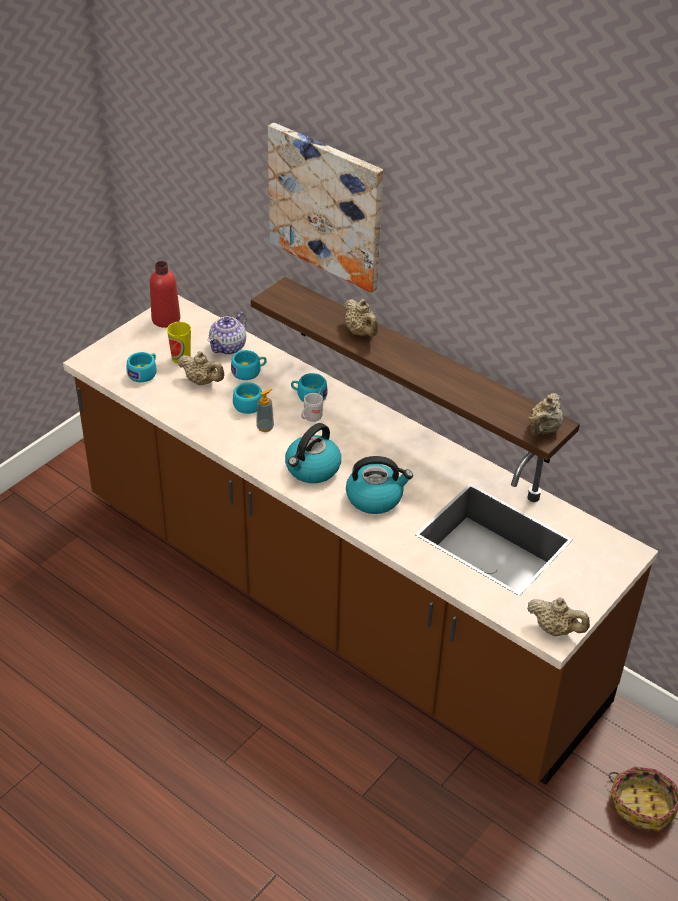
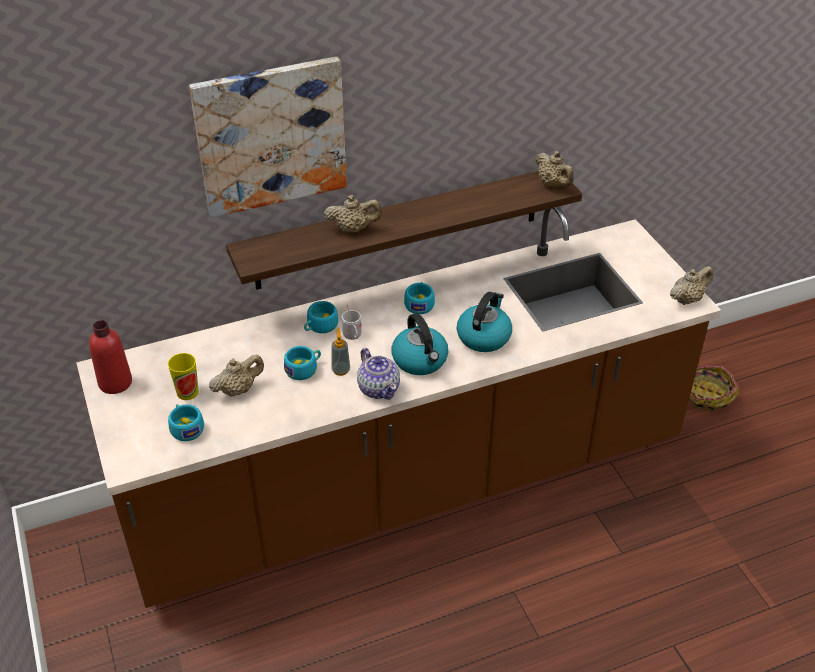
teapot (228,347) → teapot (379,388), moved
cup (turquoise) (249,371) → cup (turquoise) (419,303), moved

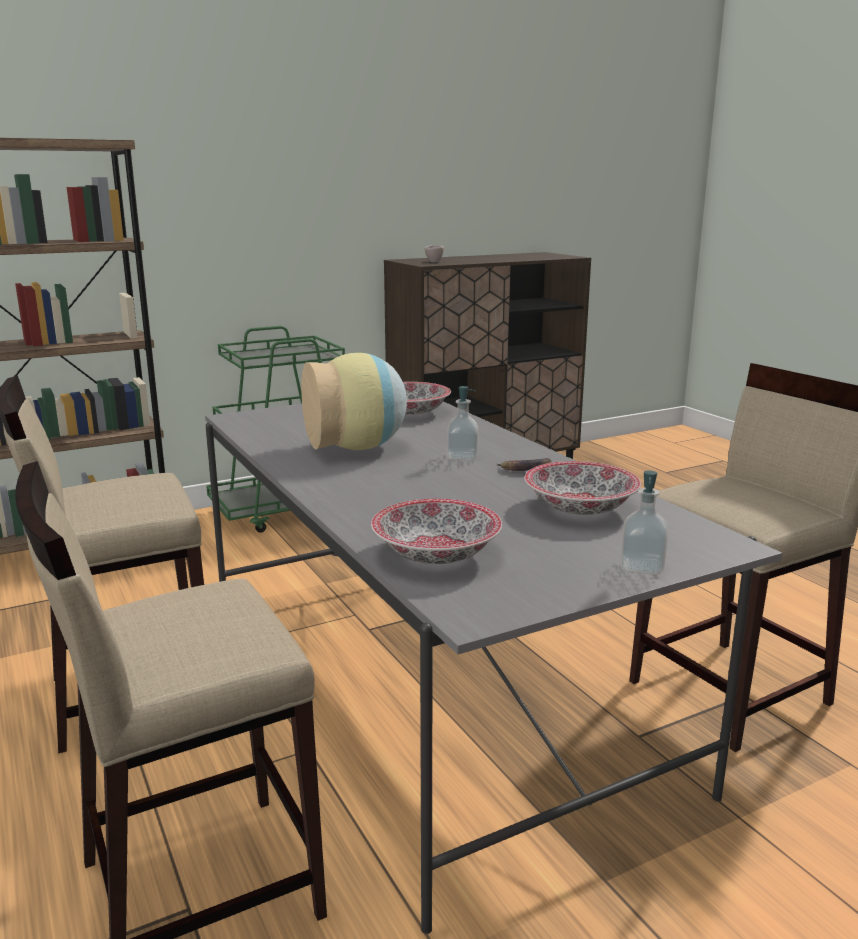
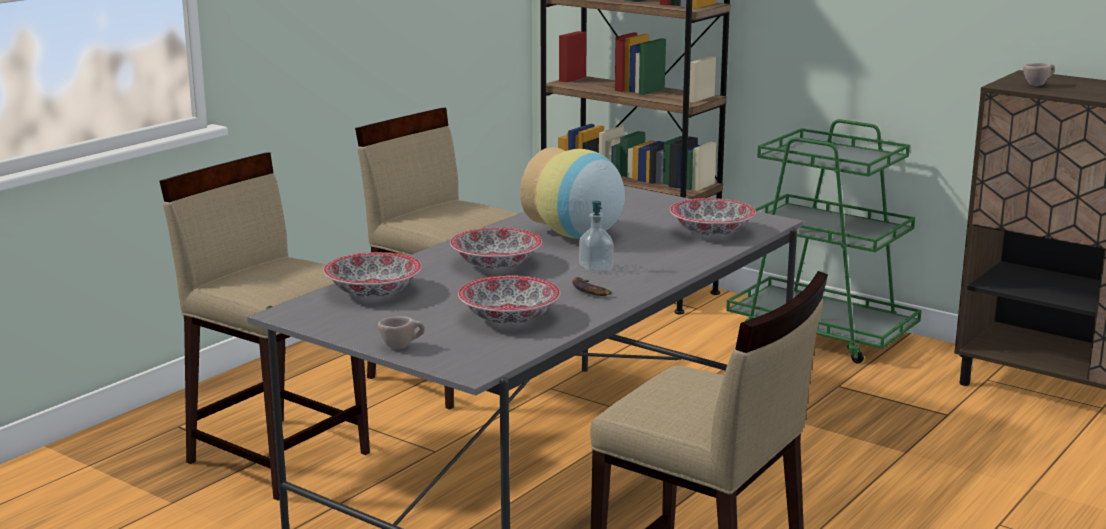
soap dispenser (642,567) → cup (beige) (402,347)
- → bowl (496,264)

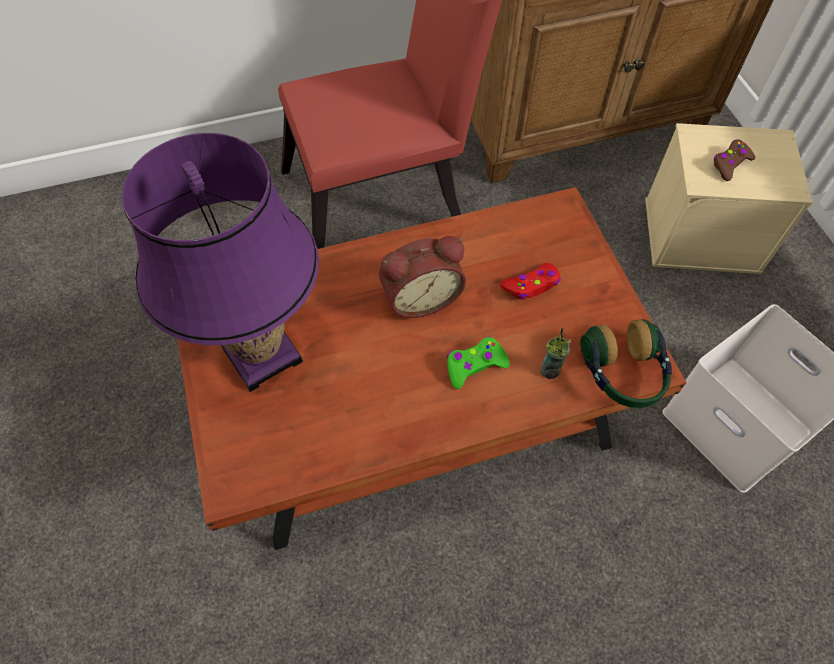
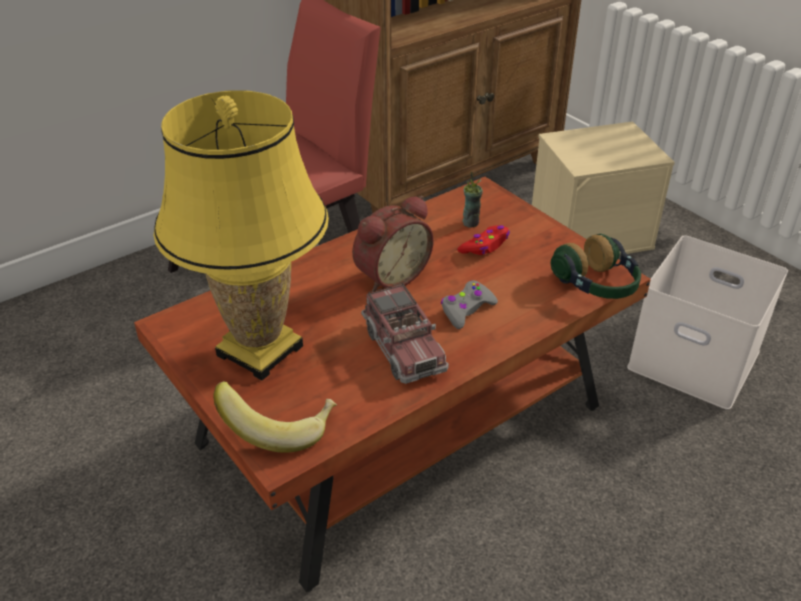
table lamp (purple) (263,355) → table lamp (yellow) (260,350)
game controller (brown) (730,164) → -
cup (550,370) → cup (471,222), moved
game controller (green) (474,365) → game controller (grey) (466,310)
- → toy truck (403,348)
- → banana (280,428)

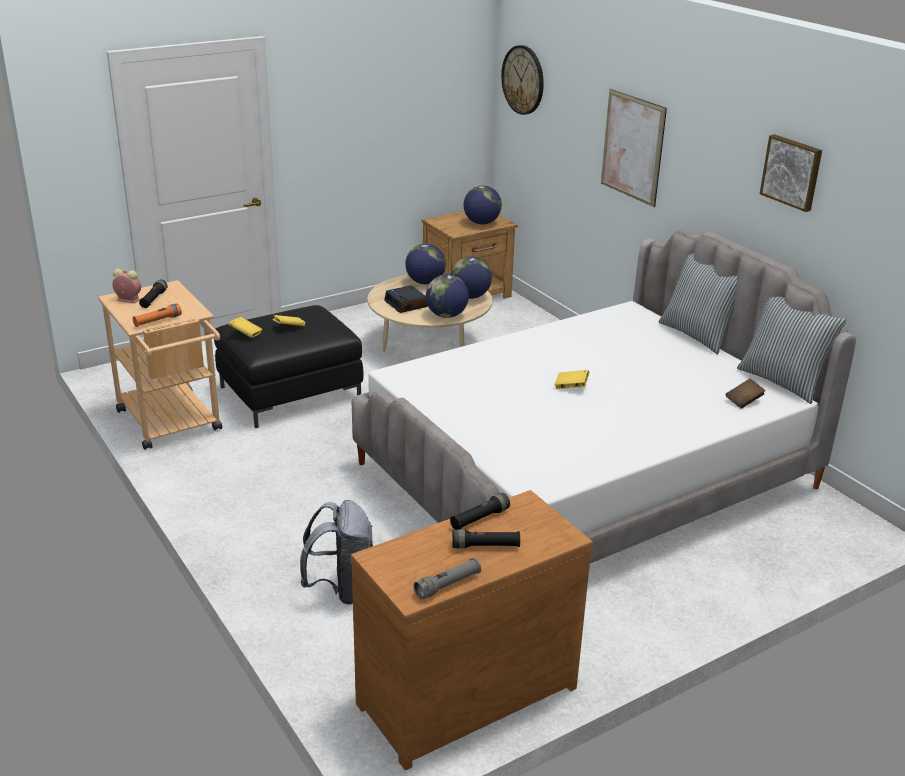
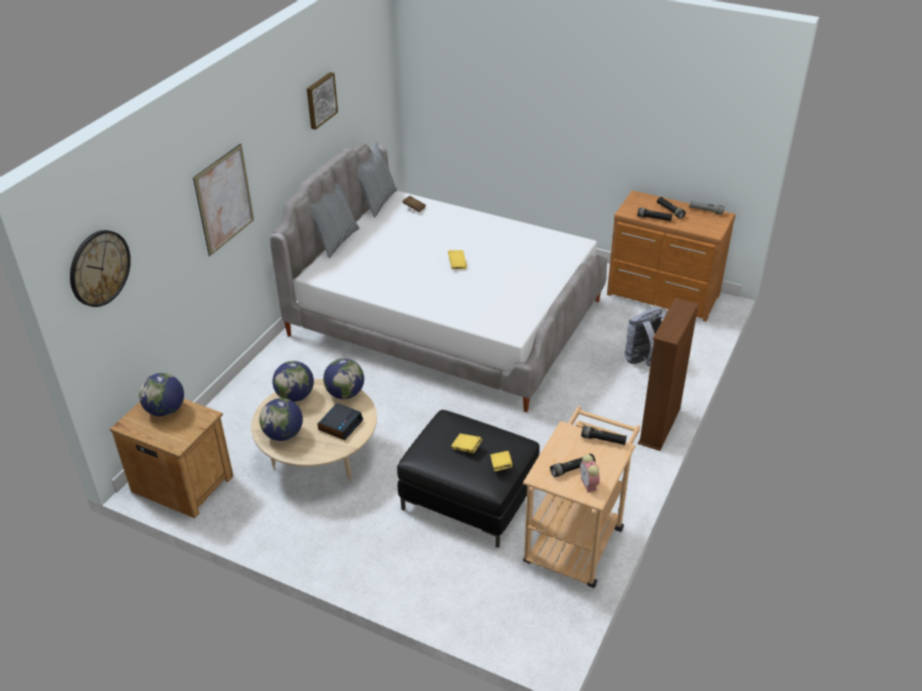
flashlight (orange) (157,321) → flashlight (black) (603,440)
- → bookcase (brown) (659,426)

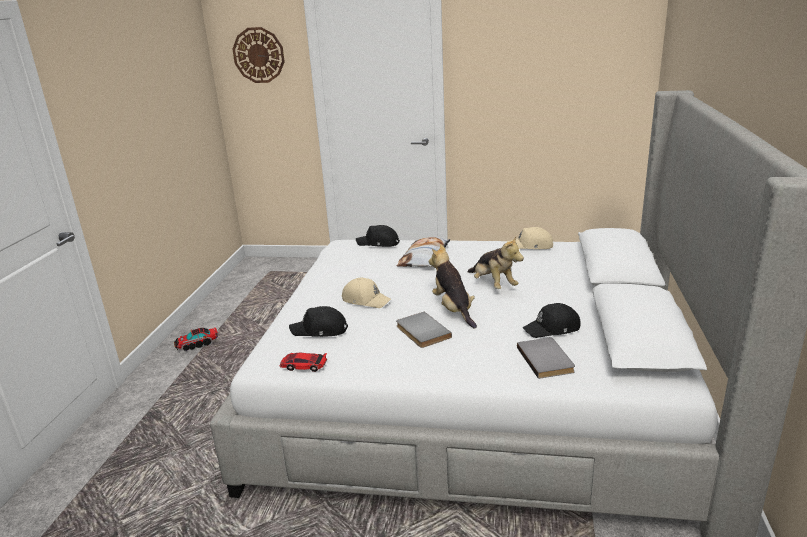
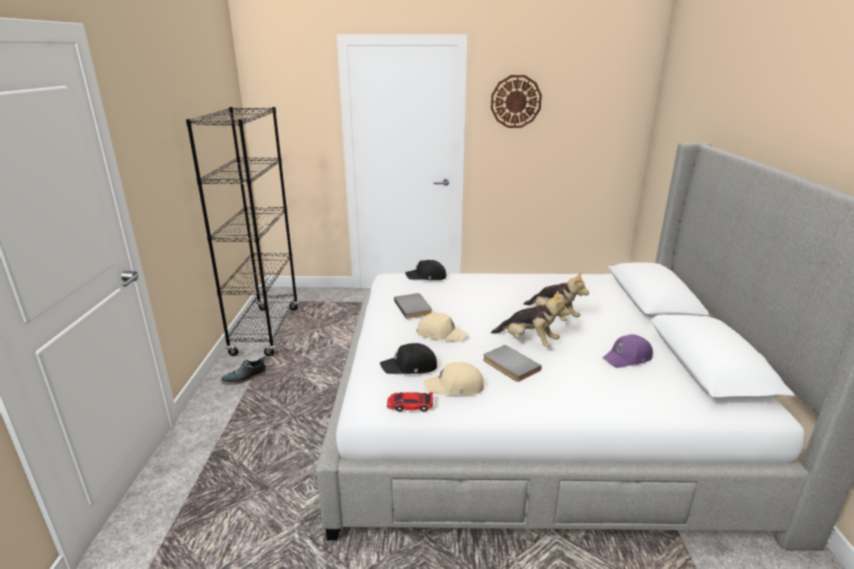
wall clock (258,55) → wall clock (515,101), moved
cap (beige) (531,246) → cap (beige) (455,387), moved
pillow (425,258) → -
plush toy (453,310) → plush toy (528,342), 150 degrees clockwise
cap (black) (552,329) → cap (purple) (627,358)
toy truck (197,344) → shoe (244,377)
book (grey) (547,359) → book (grey) (414,307), moved
- → bookcase (black) (266,331)

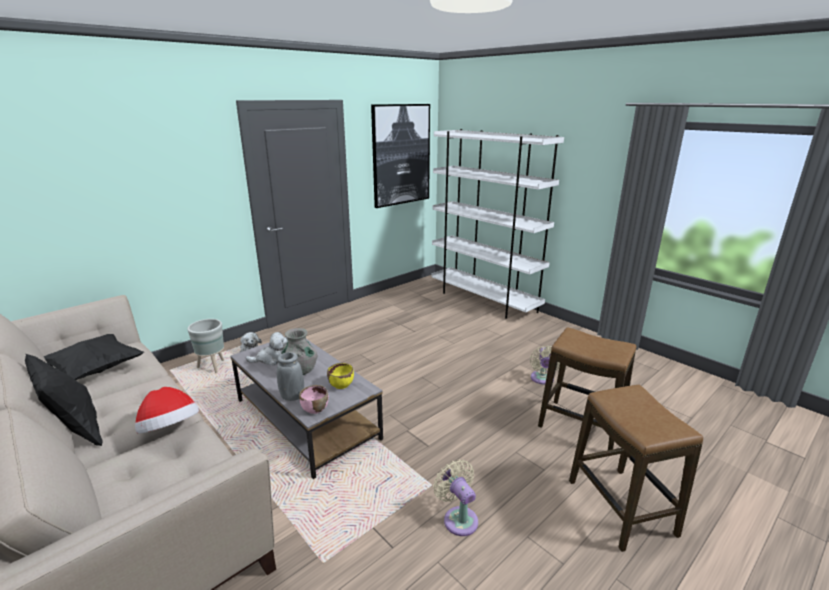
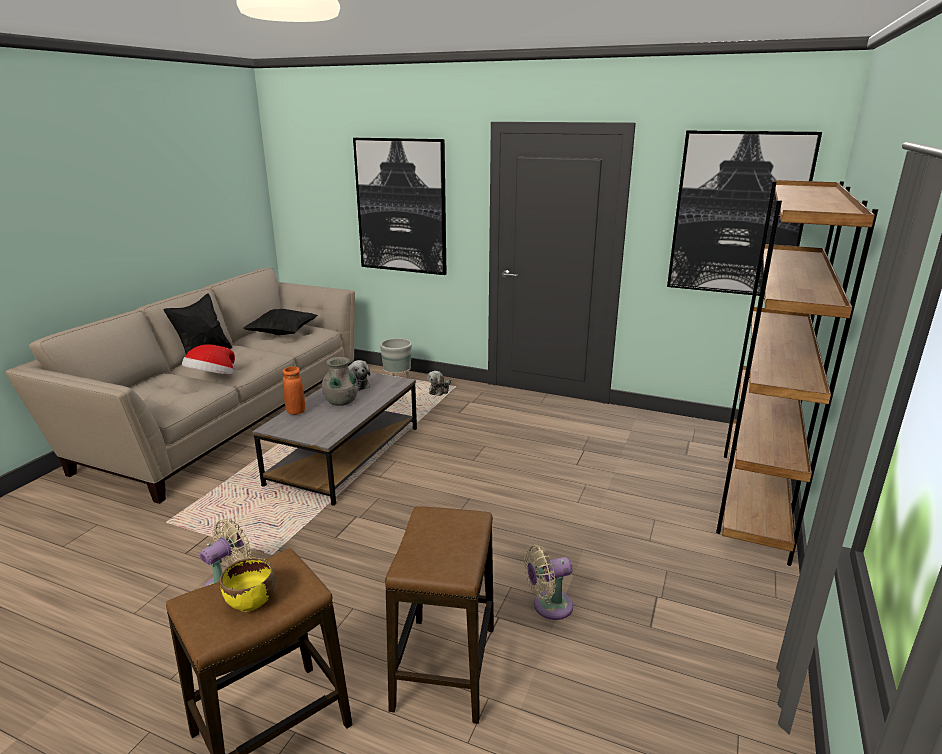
bookcase (white) (484,300) → bookcase (brown) (753,498)
vase (grey) (292,397) → vase (orange) (296,411)
bowl (yellow) (341,384) → bowl (yellow) (251,601), moved
bowl (pink) (315,409) → -
- → picture (401,206)

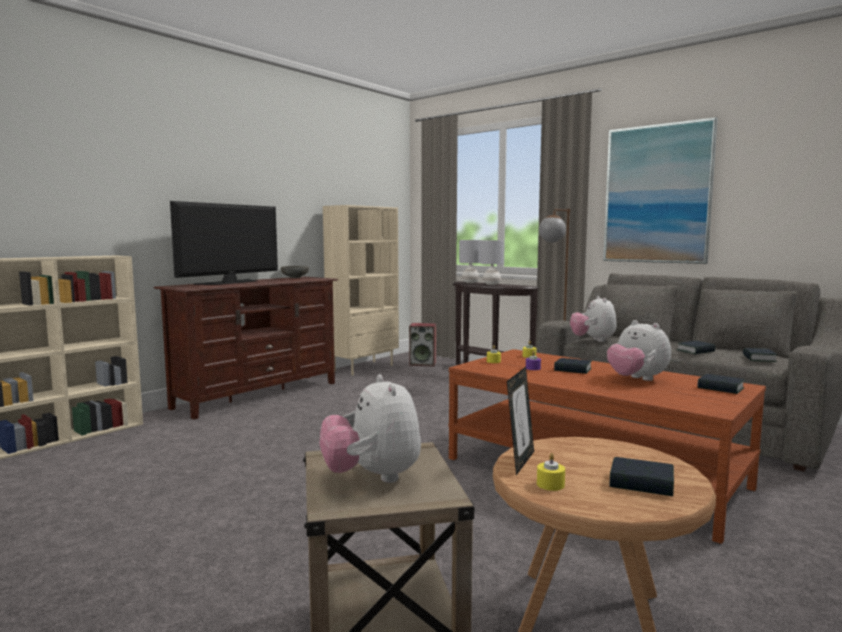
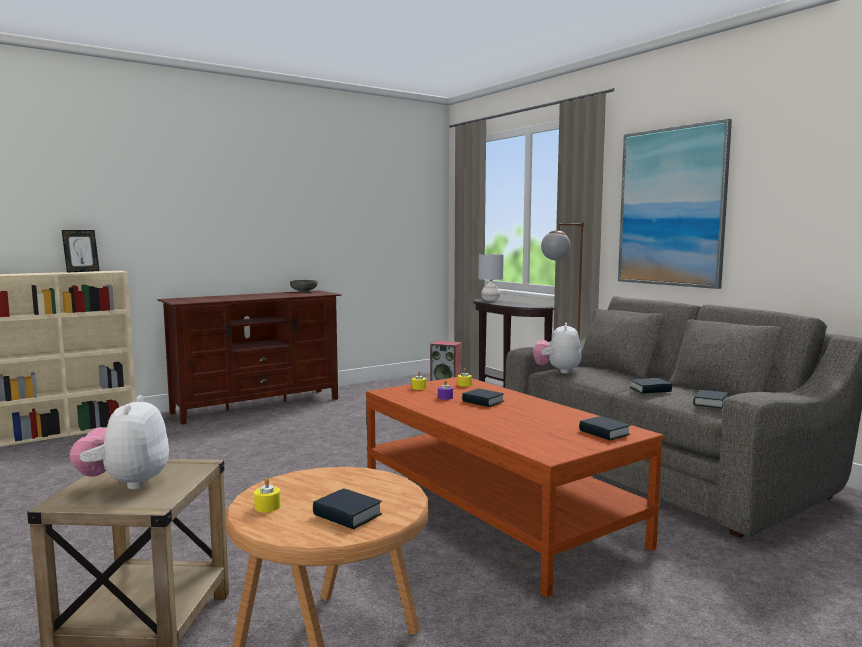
television (229,282) → -
bookcase (beige) (363,368) → -
table lamp (grey) (491,284) → -
plush toy (636,379) → -
picture frame (520,461) → picture frame (82,271), moved

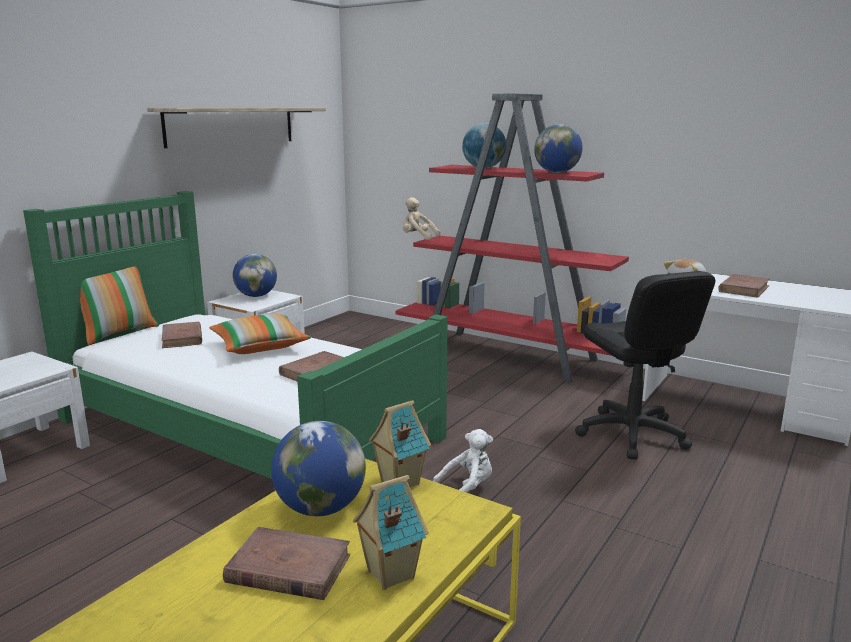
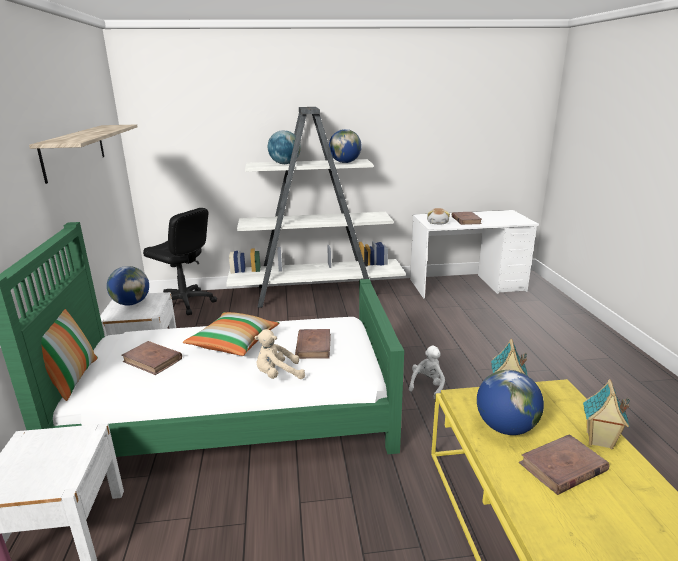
bookcase (red) (511,355) → bookcase (white) (317,293)
plush toy (beige) (417,238) → plush toy (beige) (278,375), moved
office chair (black) (631,434) → office chair (black) (184,303), moved

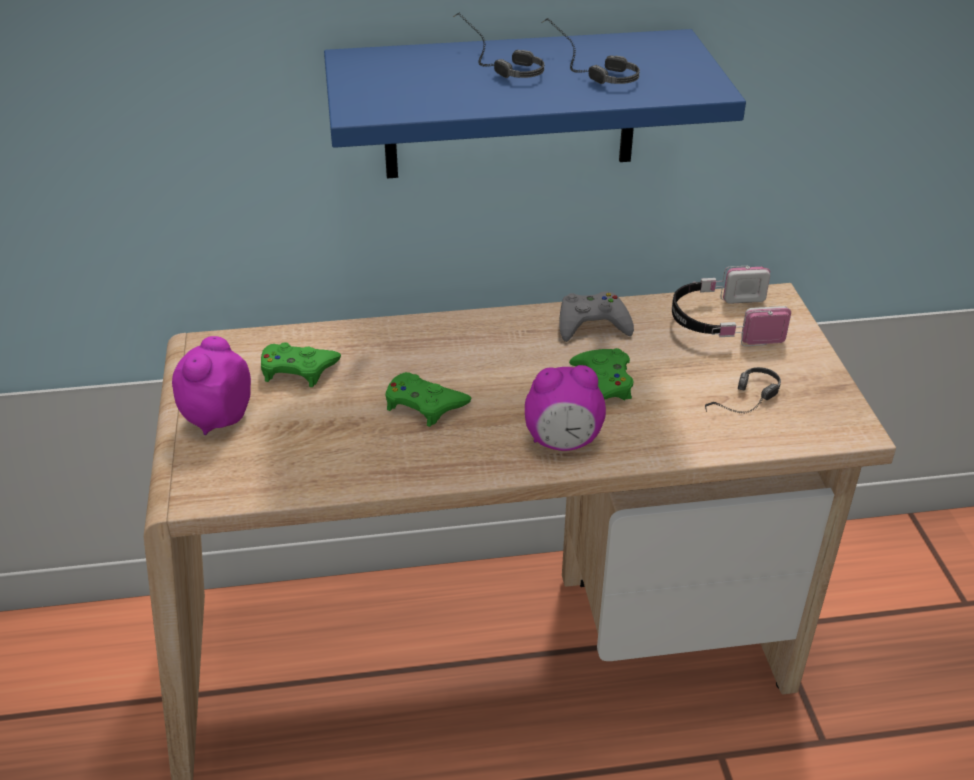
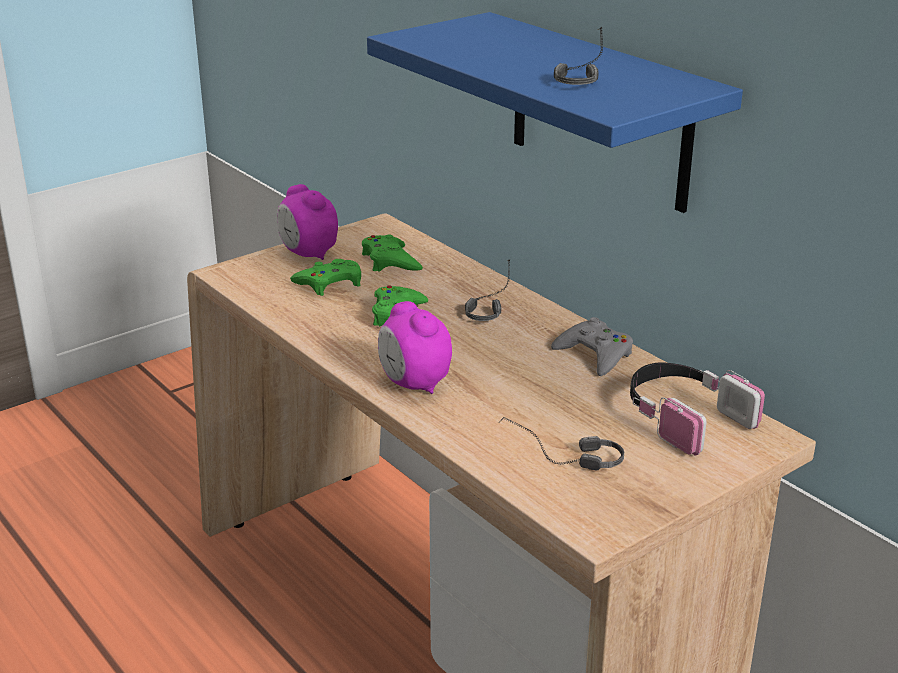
headphones (490,63) → headphones (487,301), moved
alarm clock (217,418) → alarm clock (308,254), 120 degrees counterclockwise
game controller (green) (600,385) → game controller (green) (330,283), moved

